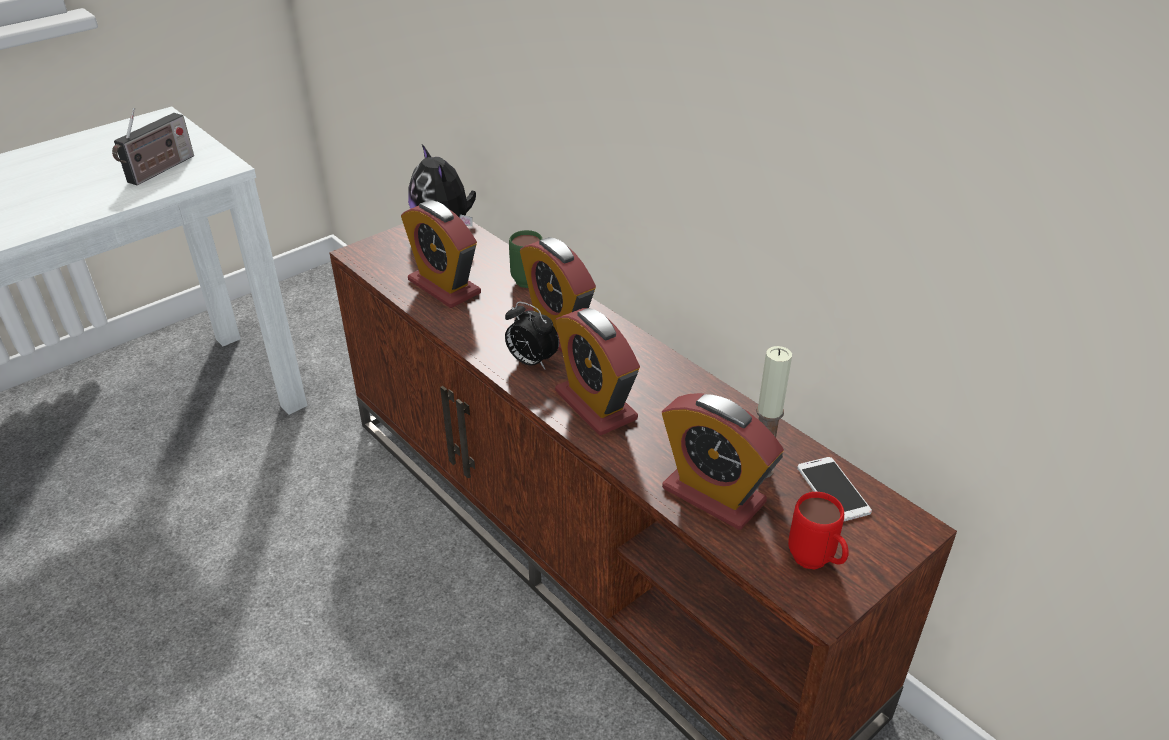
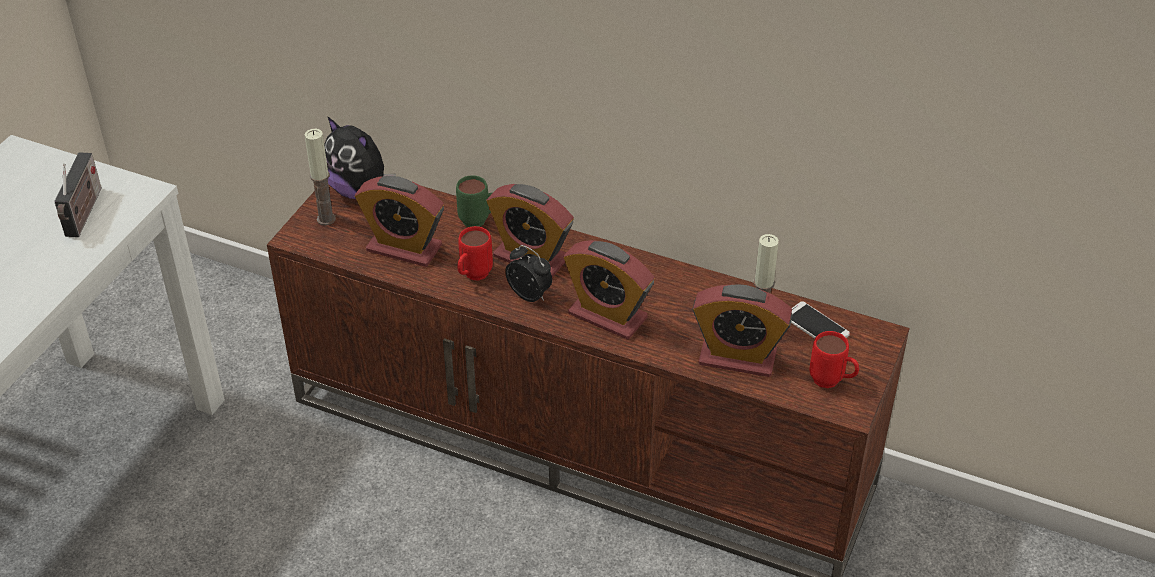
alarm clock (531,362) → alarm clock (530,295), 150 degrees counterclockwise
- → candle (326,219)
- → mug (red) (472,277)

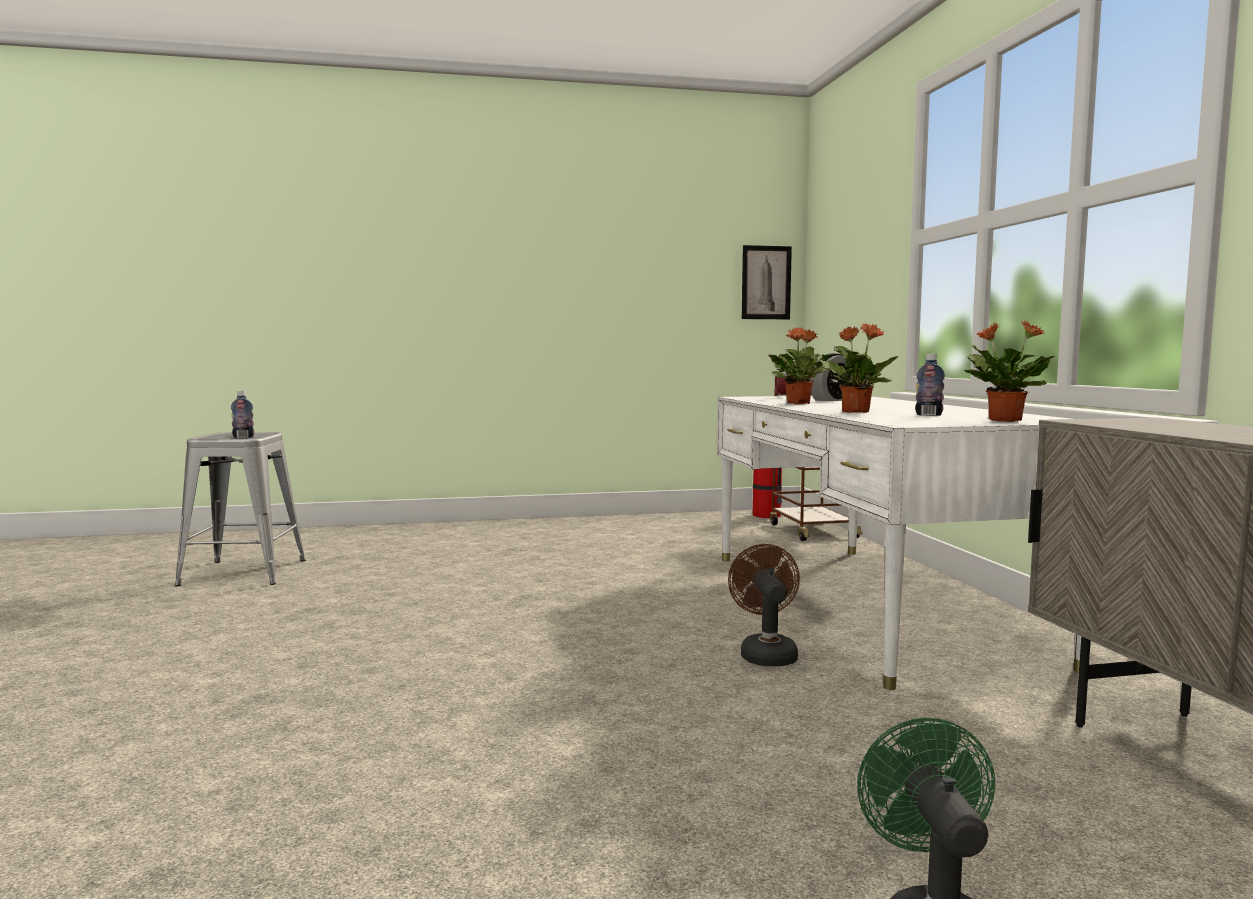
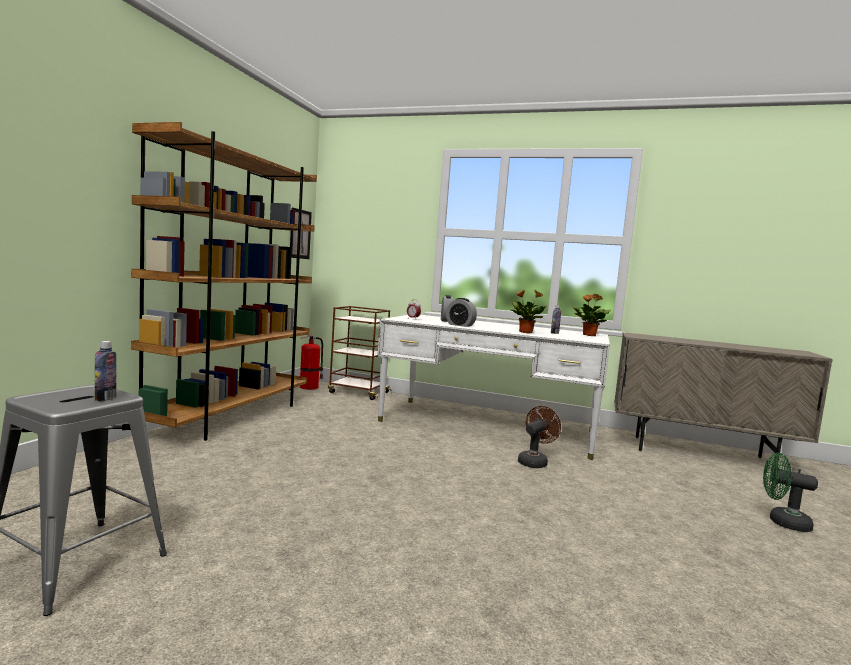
potted plant (799,403) → alarm clock (460,325)
fan (brown) (766,653) → fan (brown) (534,462), 105 degrees clockwise
- → bookcase (brown) (232,416)

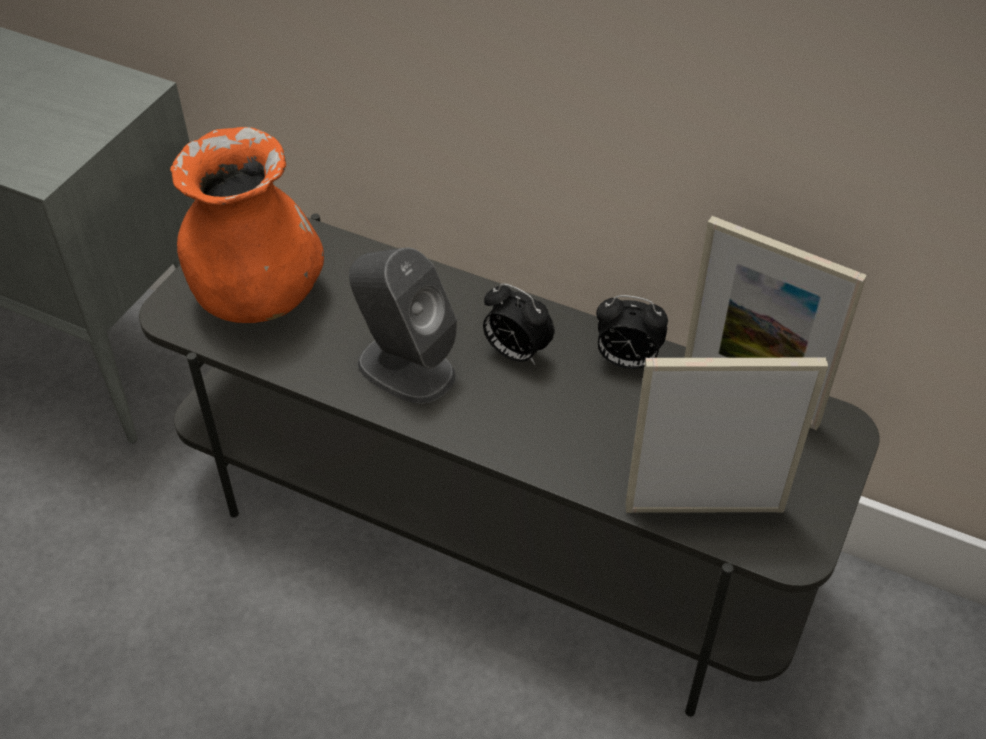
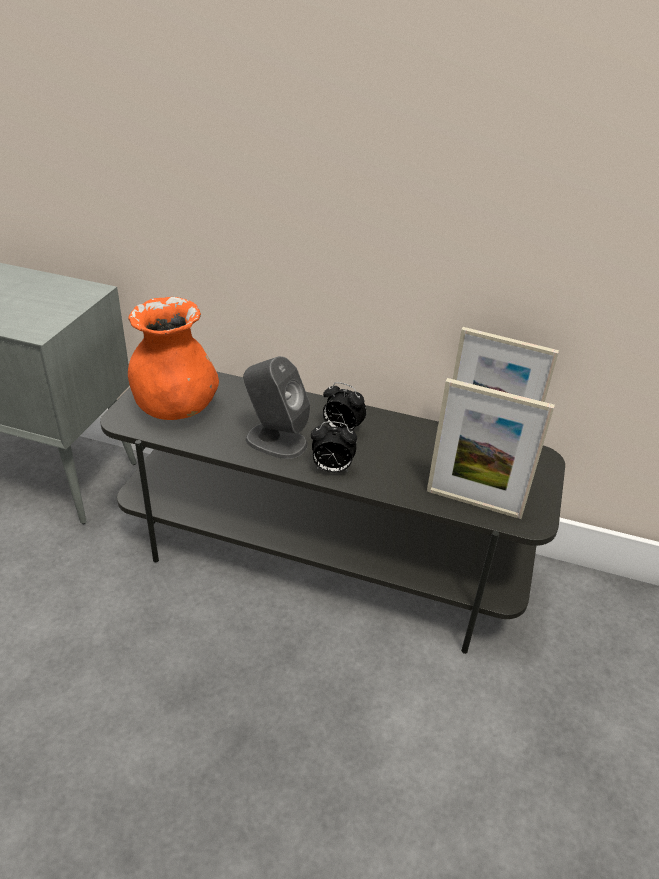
alarm clock (626,361) → alarm clock (331,469), moved
picture frame (704,508) → picture frame (473,503), 150 degrees counterclockwise

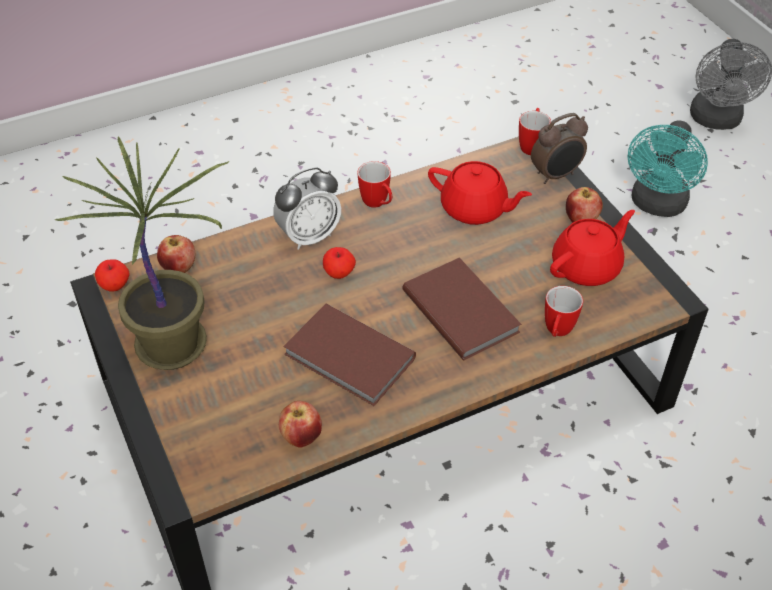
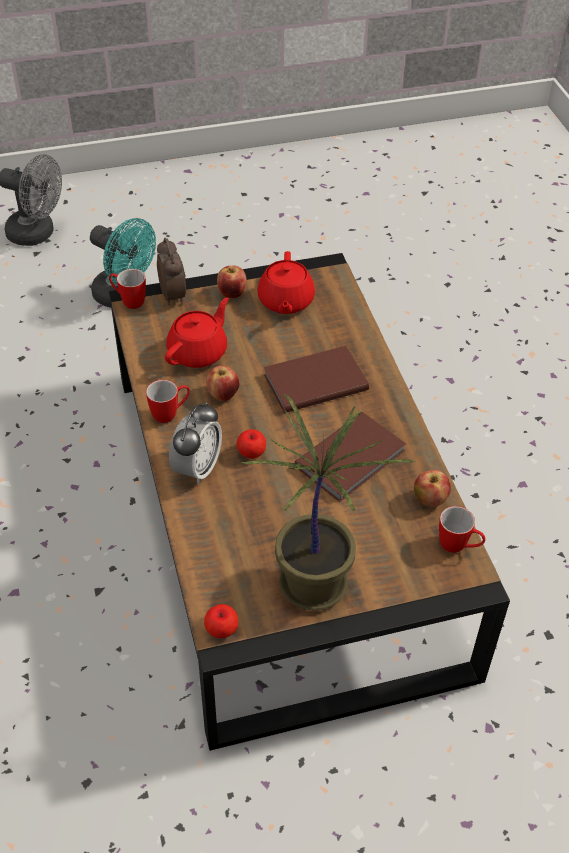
alarm clock (309,236) → alarm clock (197,468), 45 degrees clockwise
teapot (red) (587,267) → teapot (red) (285,302), 150 degrees counterclockwise
apple (179,268) → apple (223,395), moved
mug (557,333) → mug (458,547), moved

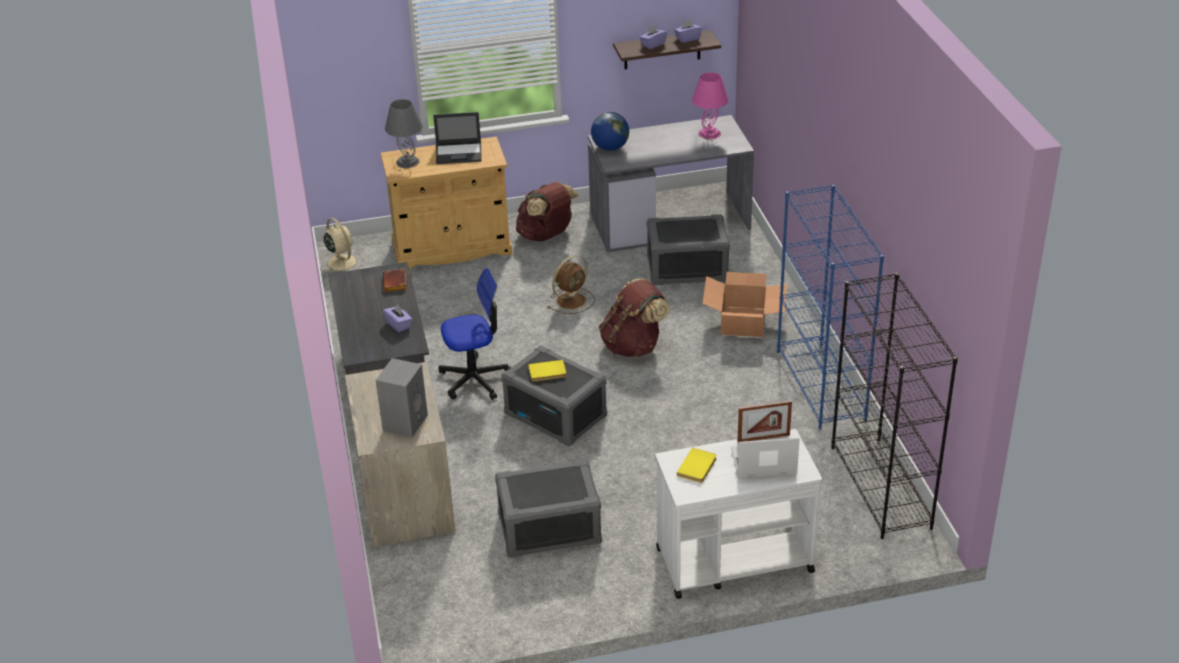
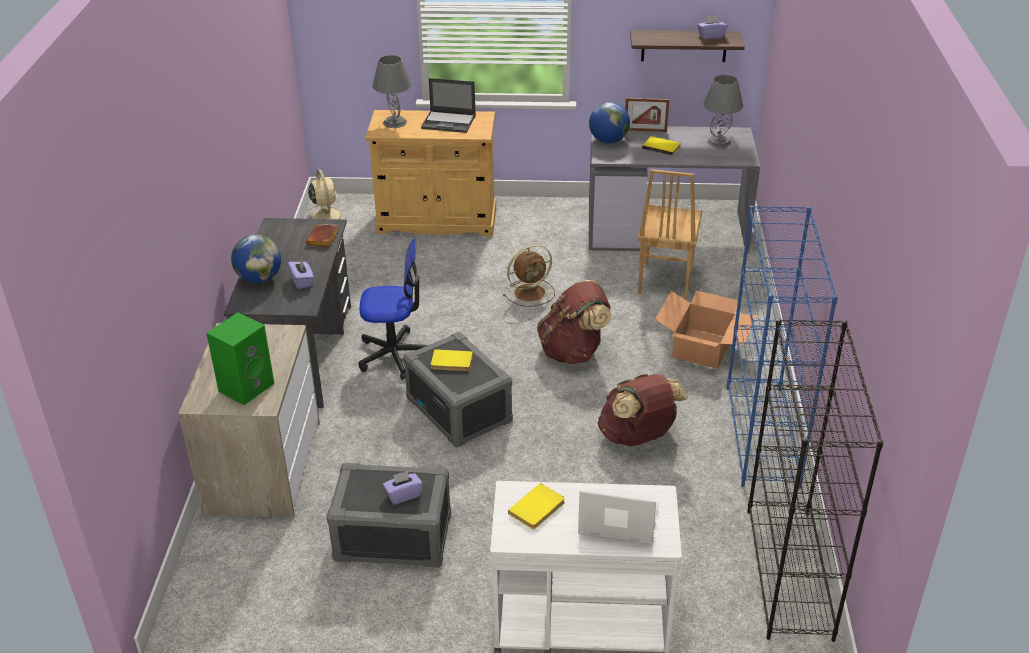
tissue box (purple) (653,44) → tissue box (purple) (403,495), moved
table lamp (pink) (709,133) → table lamp (grey) (719,142)
backpack (brown) (546,236) → backpack (brown) (638,437), moved
storage box (grey) (687,269) → chair (brown) (664,281)
speaker (grey) (405,422) → speaker (green) (246,386)
picture frame (763,438) → picture frame (645,130), moved
- → book (yellow) (661,147)
- → globe (259,279)

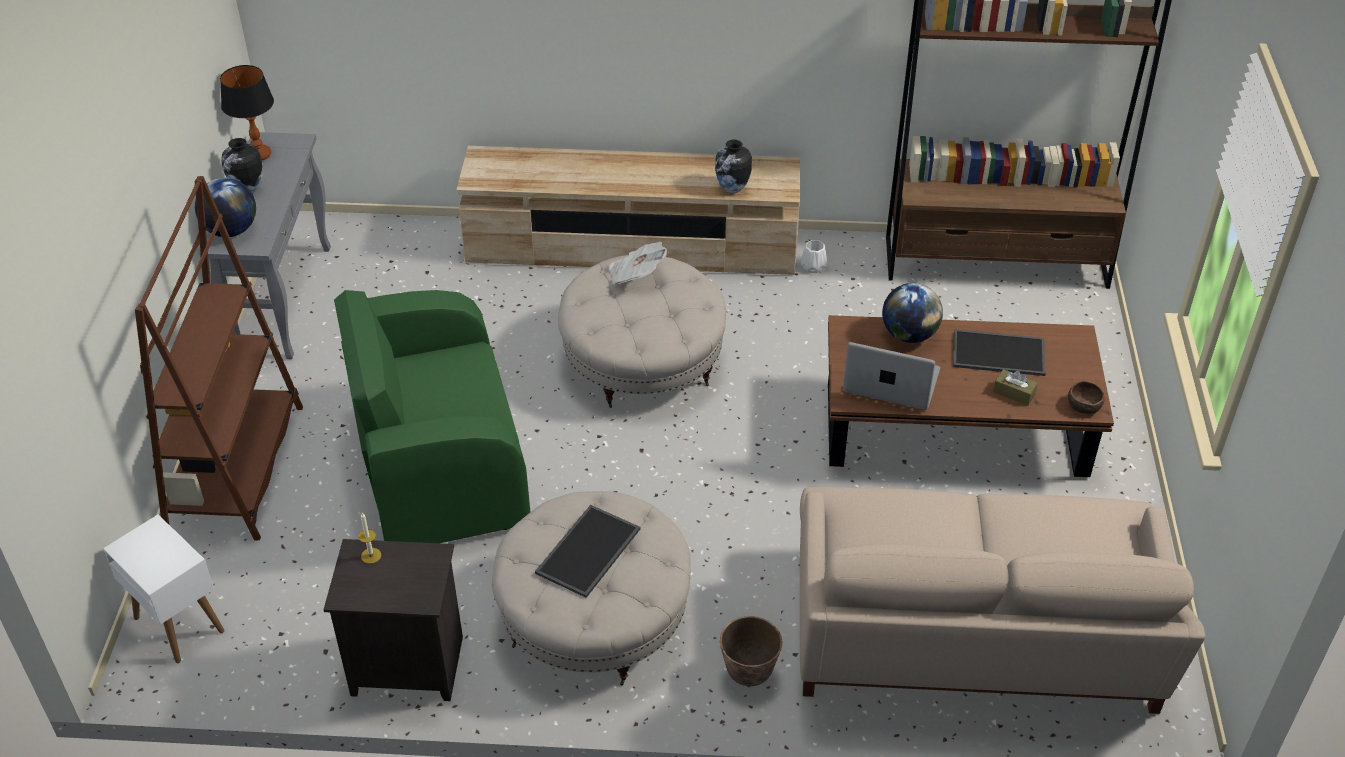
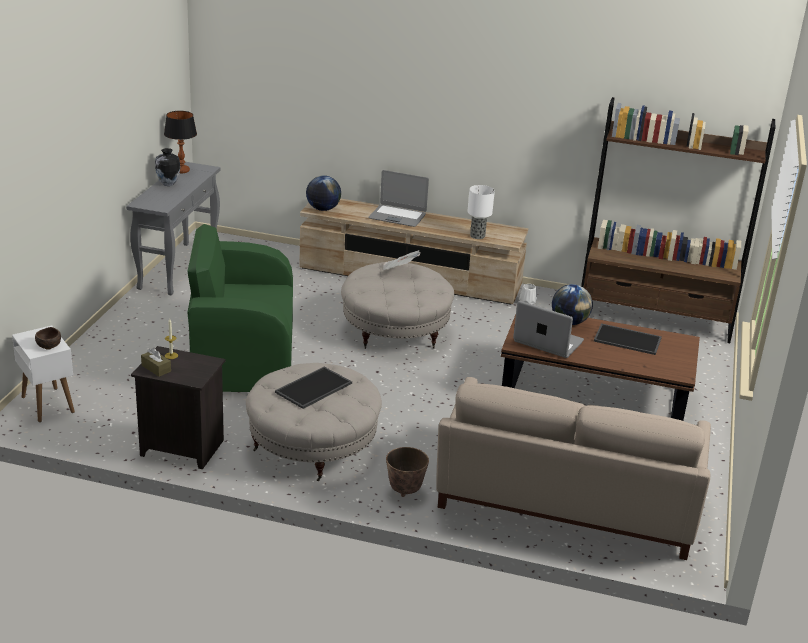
vase (732,189) → table lamp (477,236)
bookcase (brown) (236,471) → -
globe (231,231) → globe (323,209), moved
tissue box (brown) (1014,393) → tissue box (brown) (156,368), moved
bowl (brown) (1084,406) → bowl (brown) (48,345), moved
- → laptop (397,216)

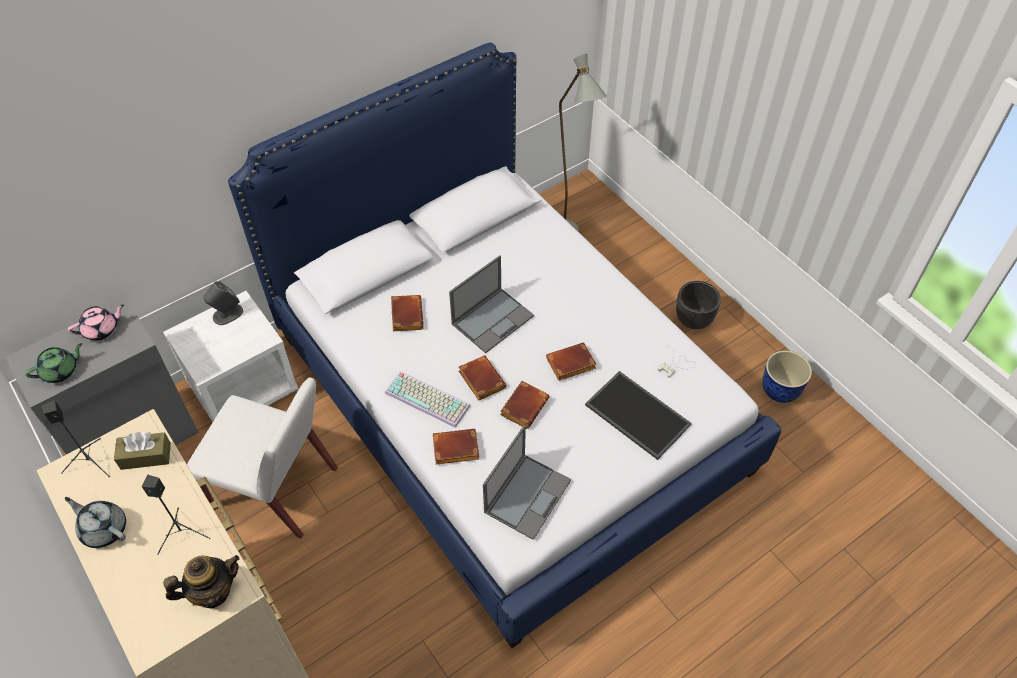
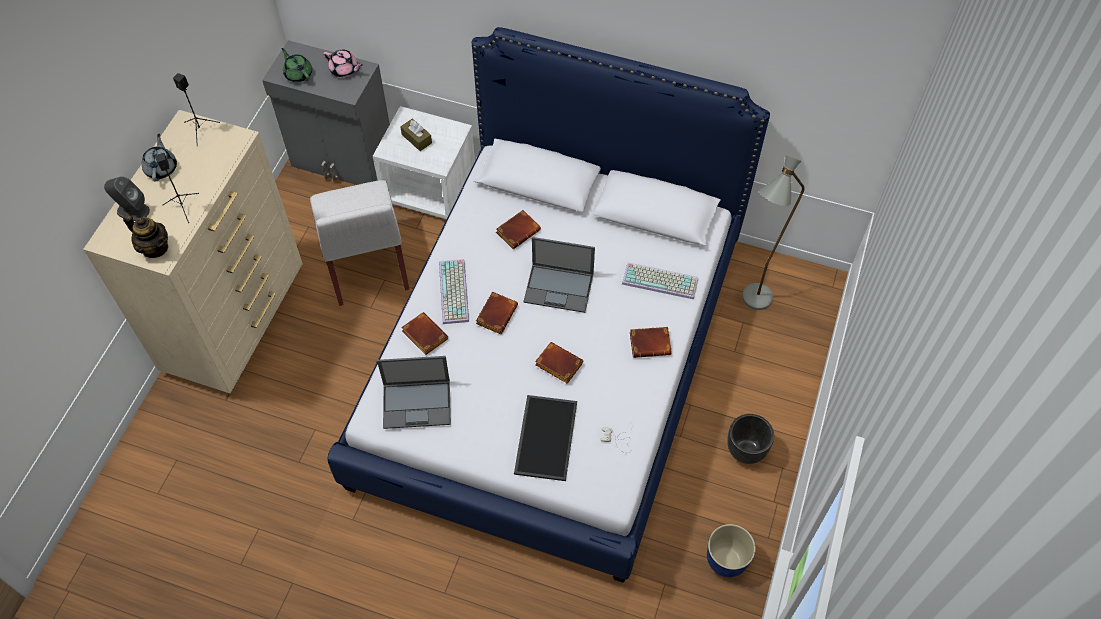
speaker (grey) (227,314) → speaker (grey) (132,210), moved
teapot (green) (61,371) → teapot (green) (298,74), 150 degrees counterclockwise
book (brown) (524,406) → book (brown) (651,343), moved
tissue box (brown) (145,456) → tissue box (brown) (416,139), moved
- → keyboard (661,280)

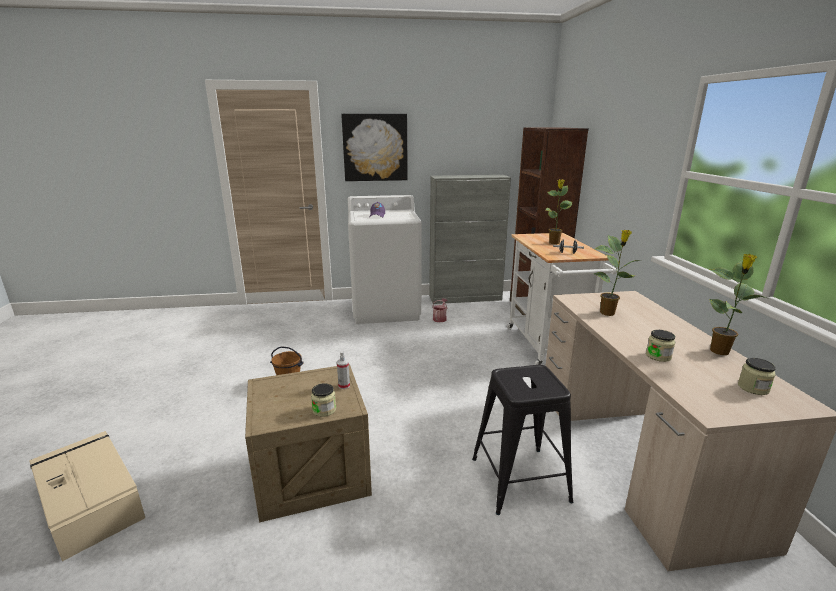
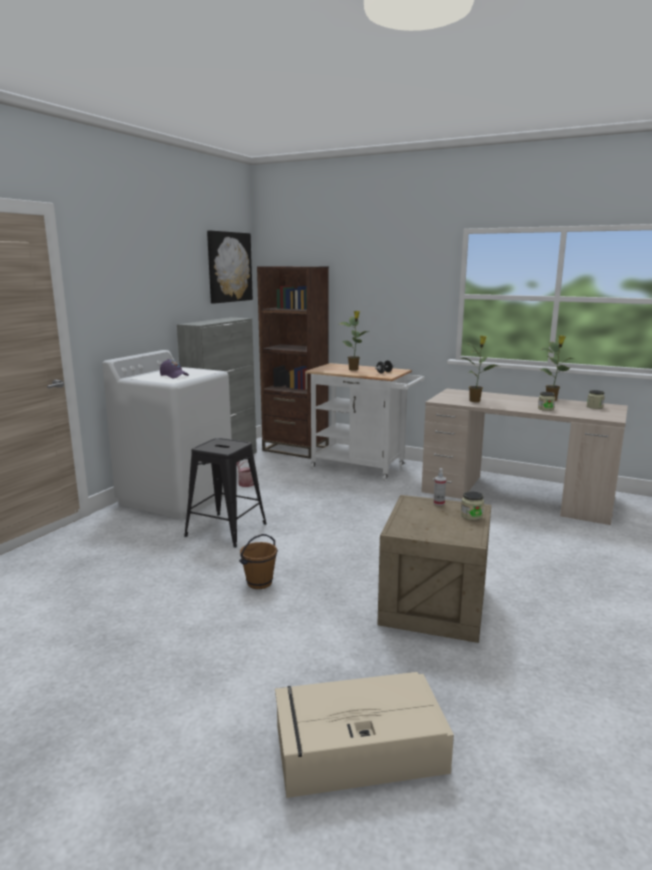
picture (375,147) → picture (229,267), moved
stool (black) (520,479) → stool (black) (226,530), moved

